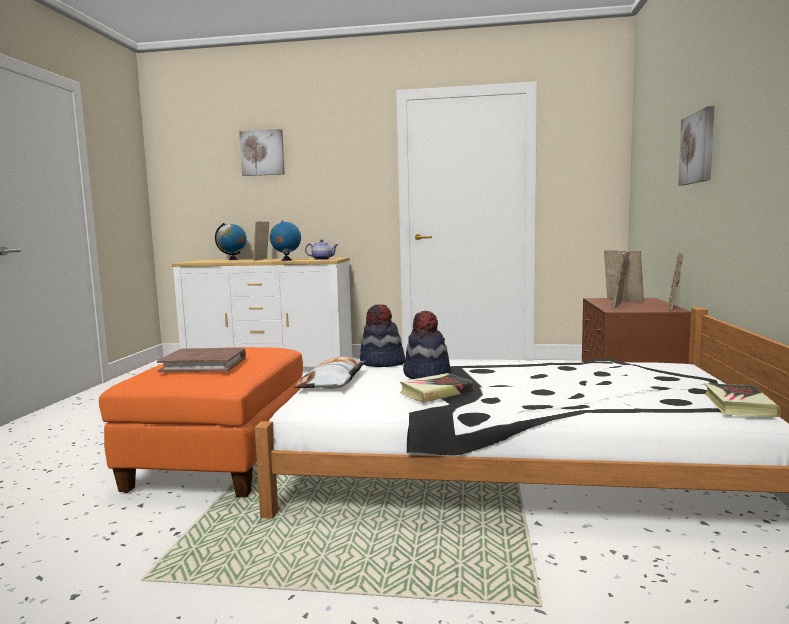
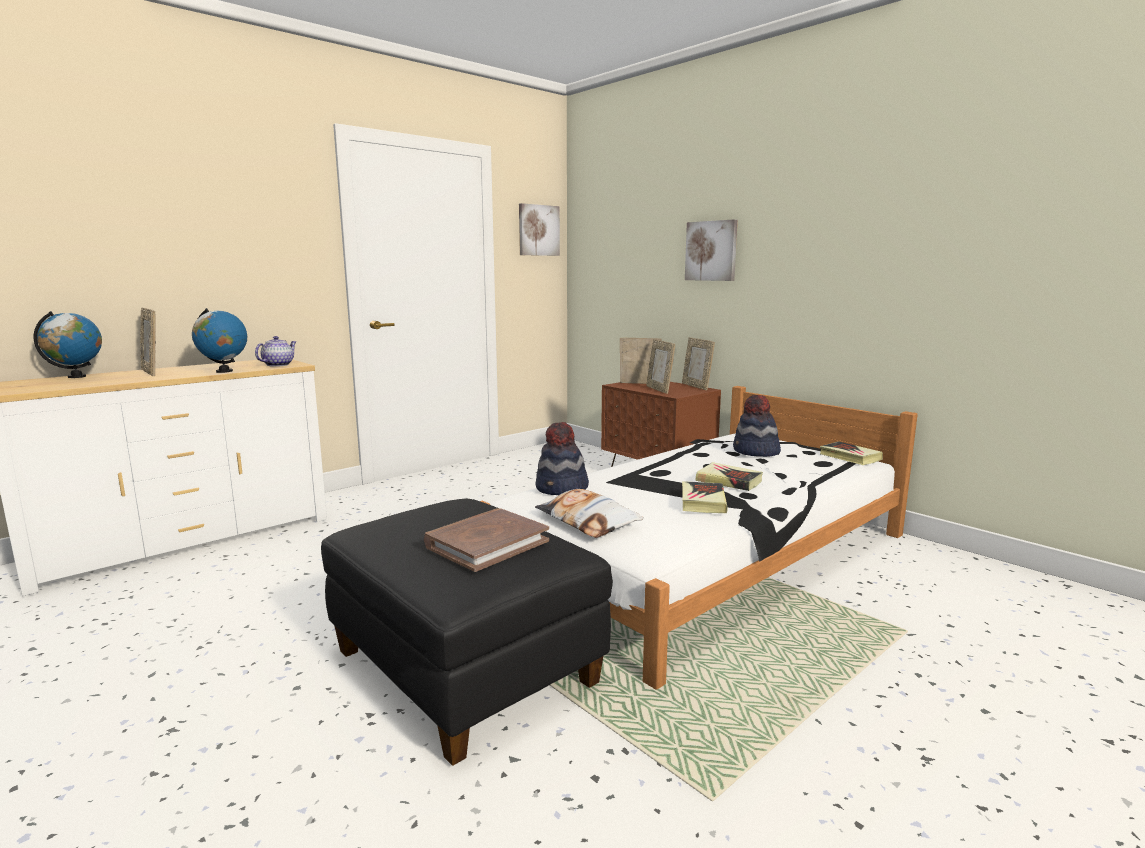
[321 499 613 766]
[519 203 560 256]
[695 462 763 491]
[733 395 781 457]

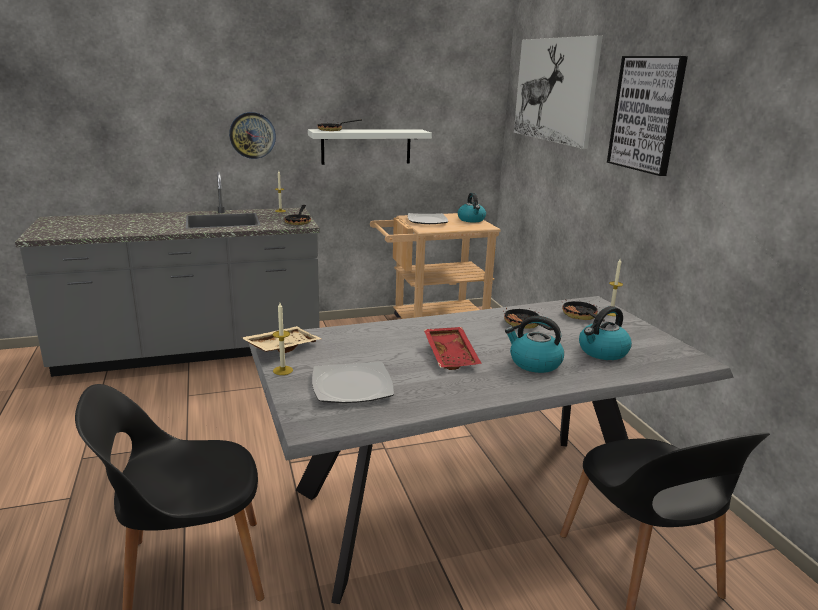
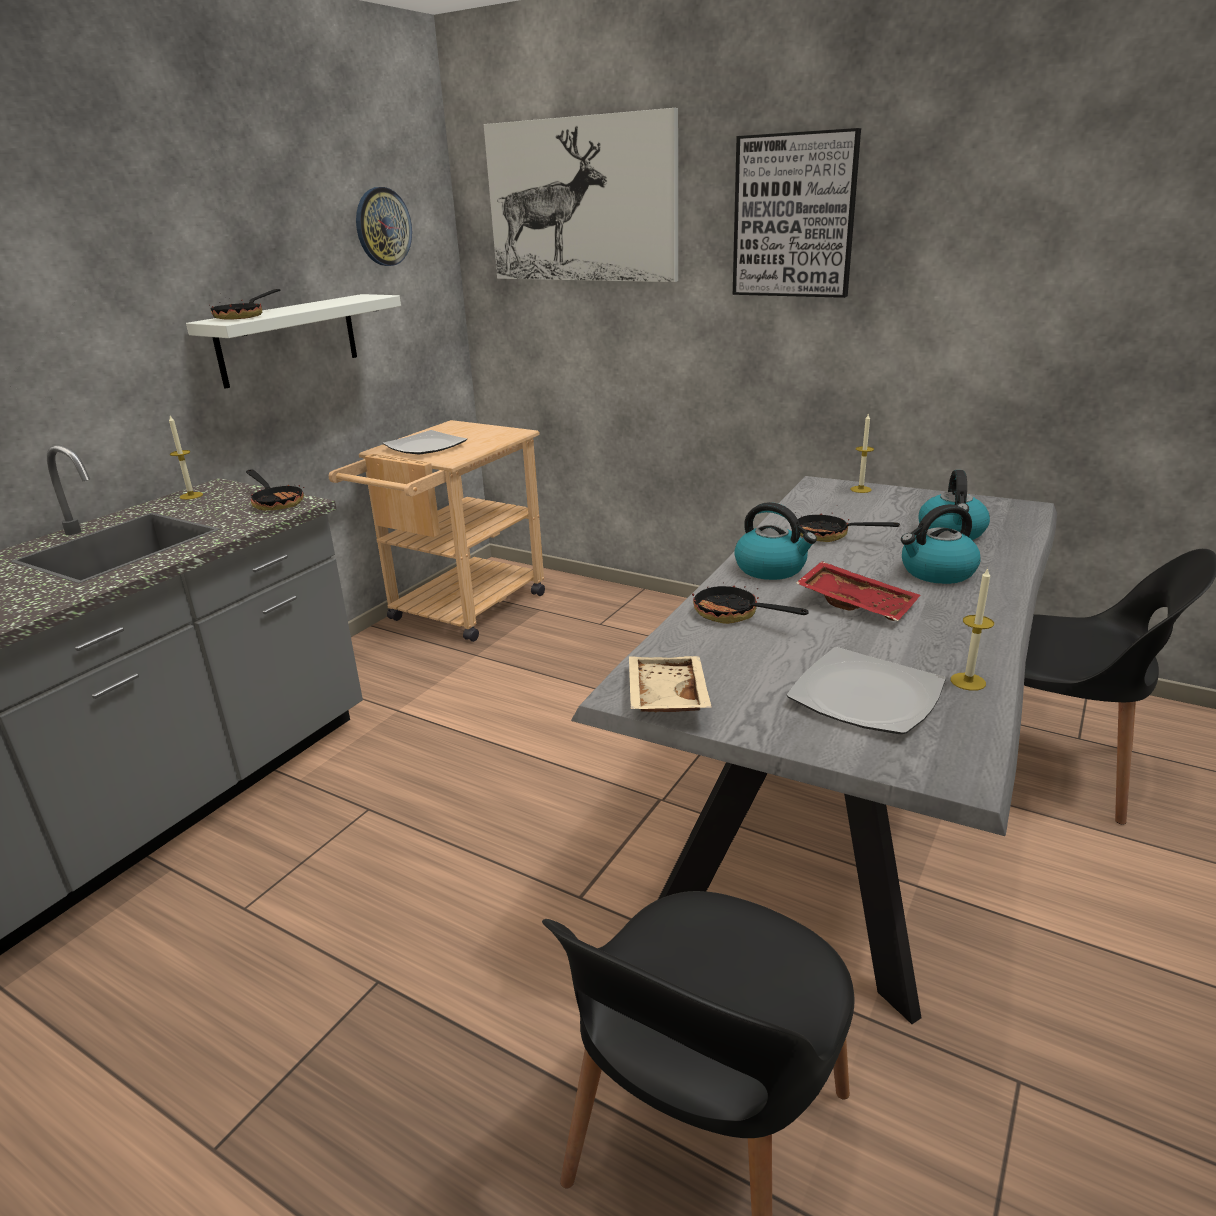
[356 187 412 266]
[692 586 809 624]
[734 502 817 580]
[951 568 994 691]

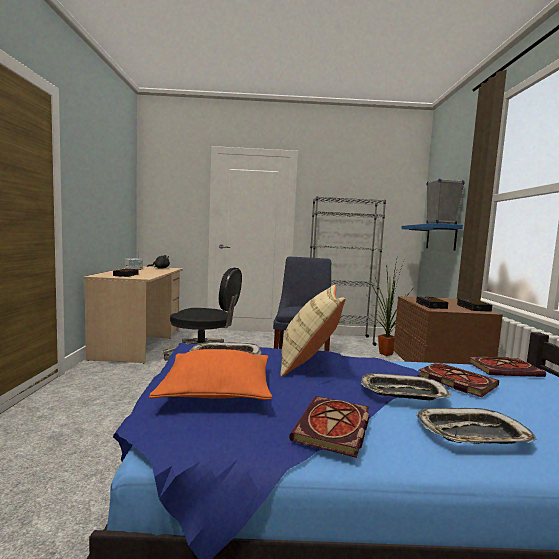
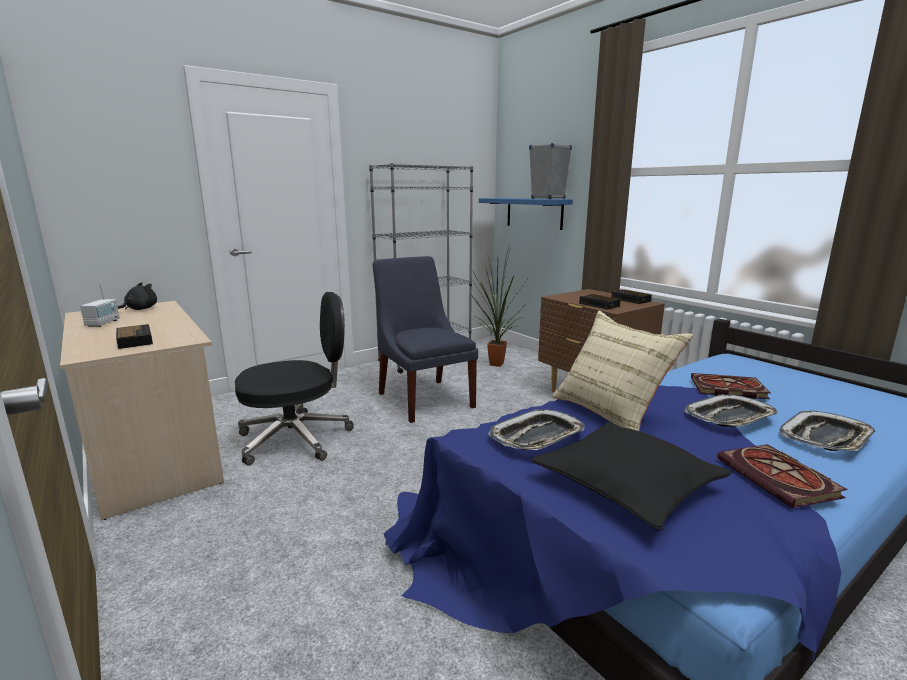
[531 422 732 531]
[468 356 546 377] (first image)

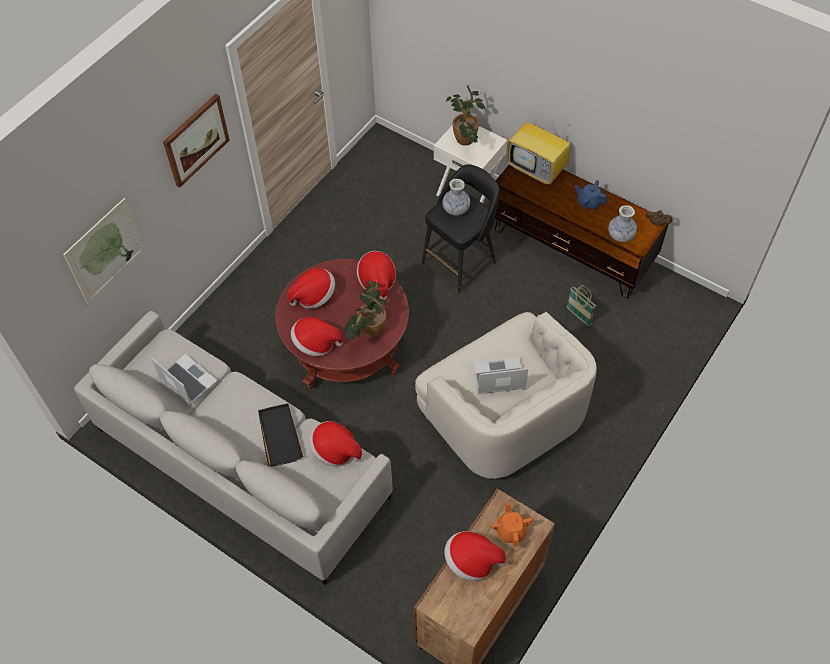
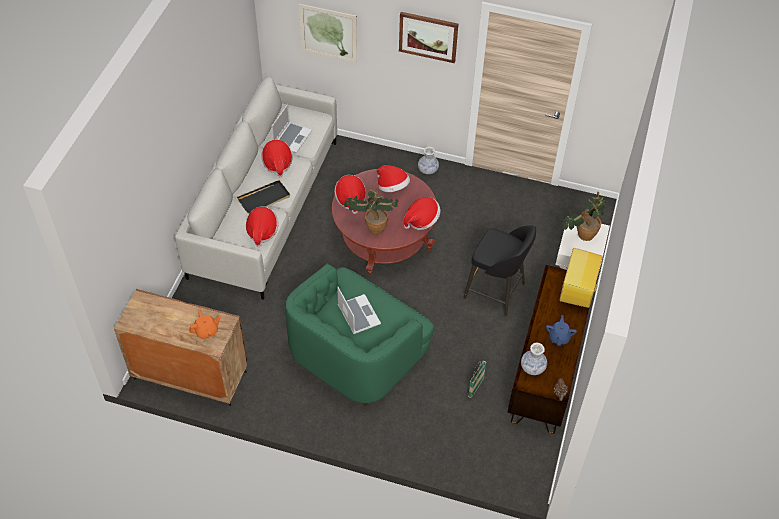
[261 139 293 178]
[285 263 434 406]
[418 147 439 174]

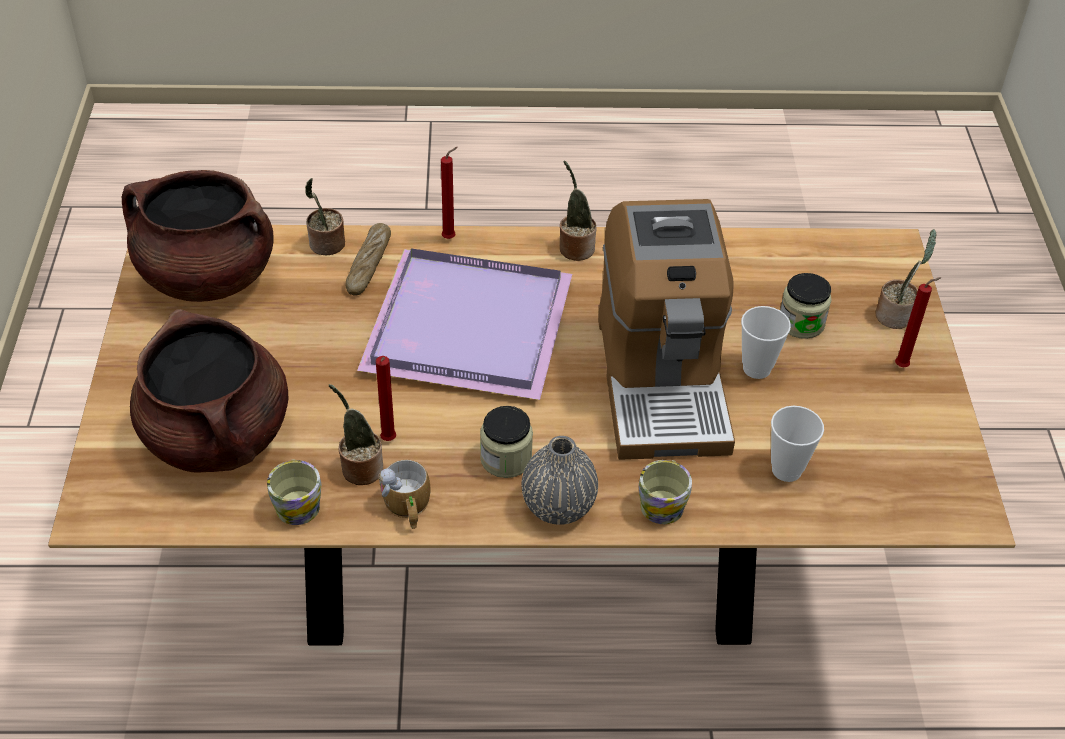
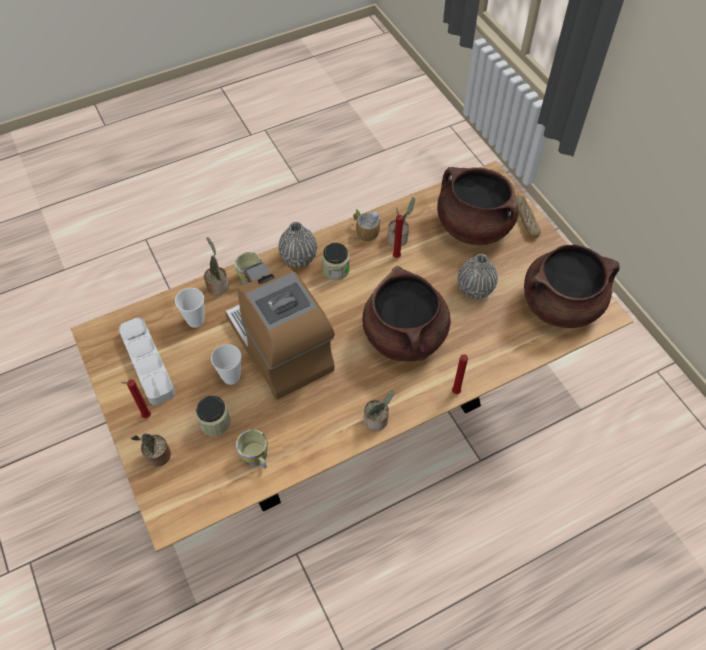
[119 318 175 405]
[204 237 229 296]
[236 429 268 469]
[362 266 451 361]
[458 254 498 299]
[515 195 541 238]

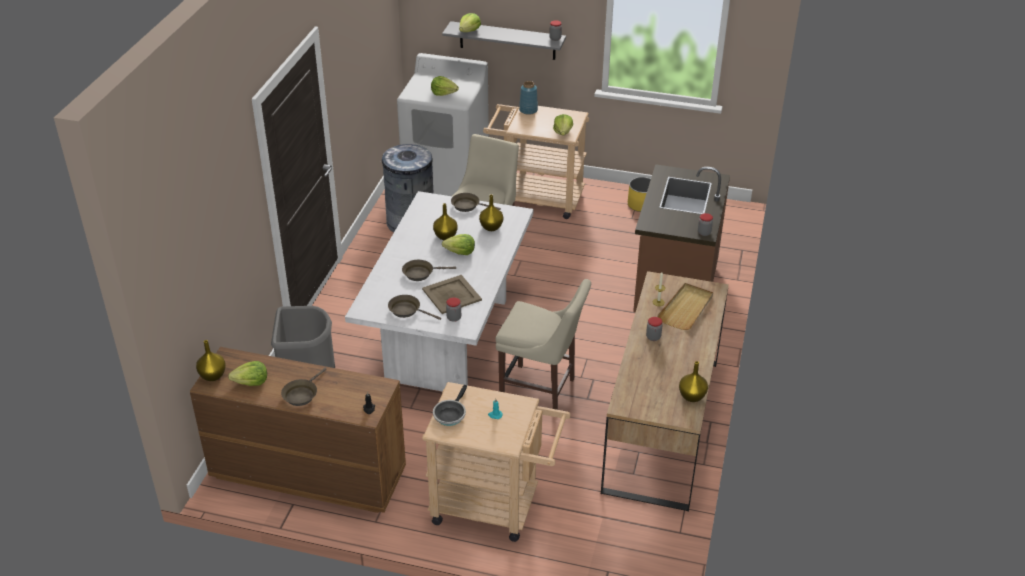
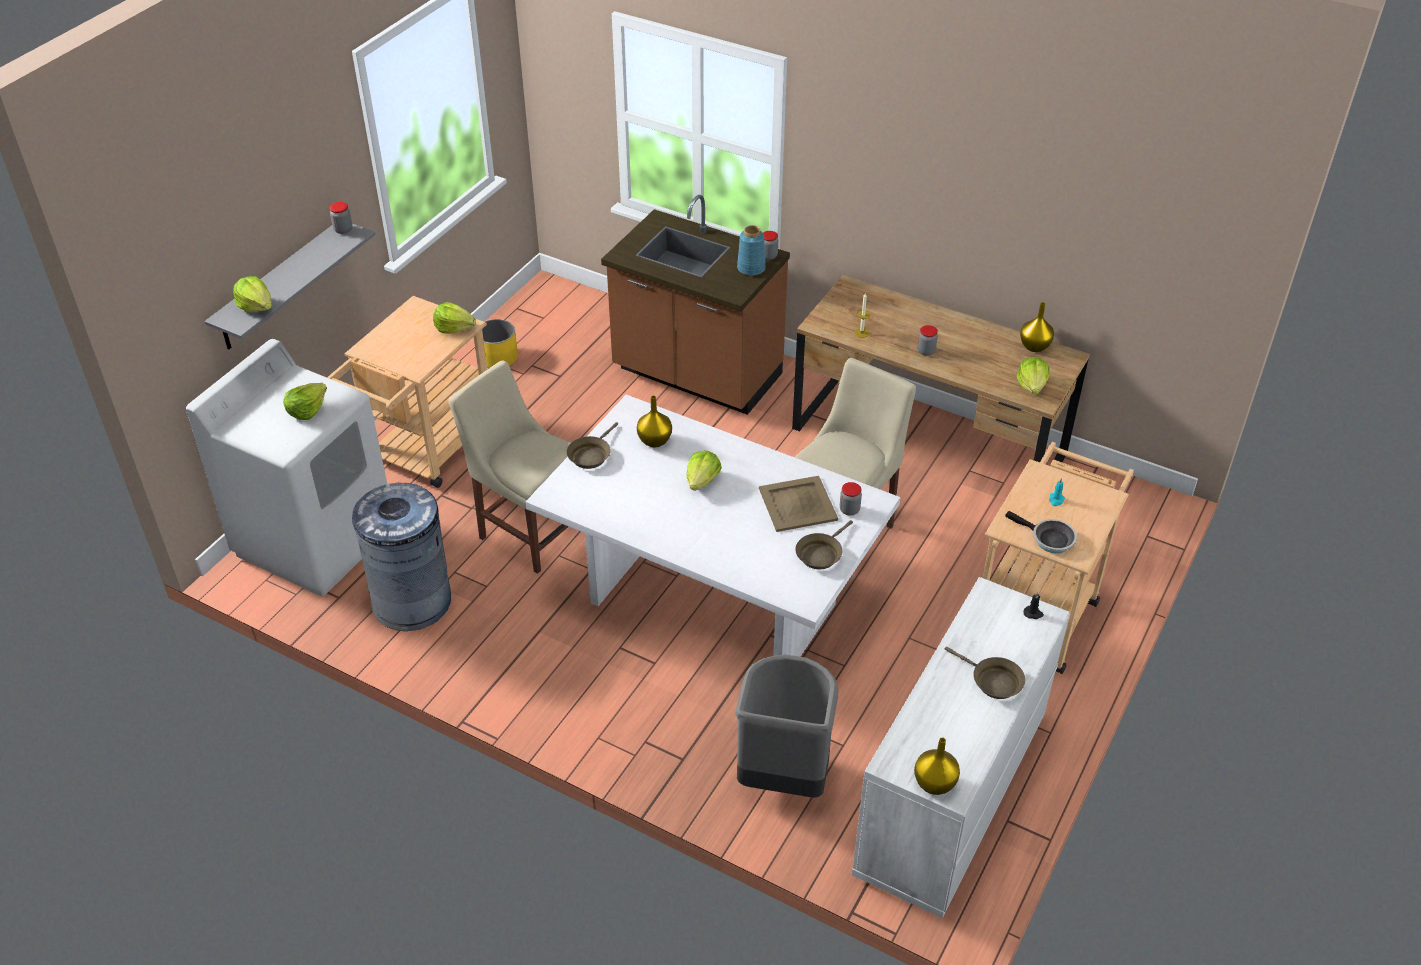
[737 225 766 276]
[852 577 1070 918]
[1017 357 1049 394]
[402 260 456 281] (first image)
[433 203 457 240] (first image)
[657 283 713 330] (first image)

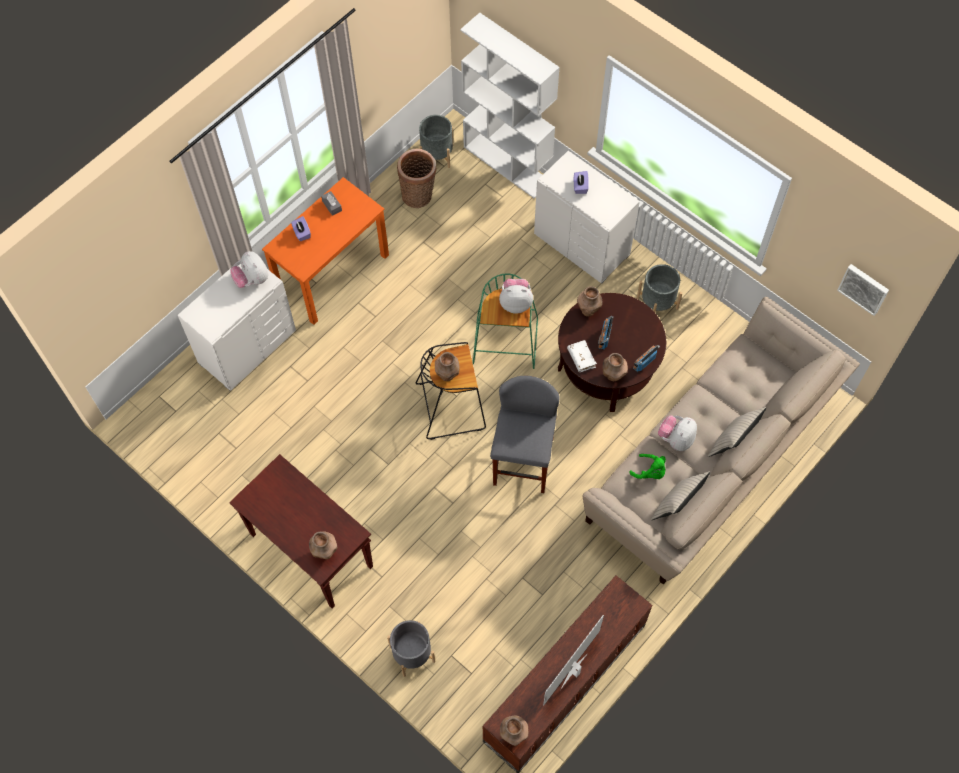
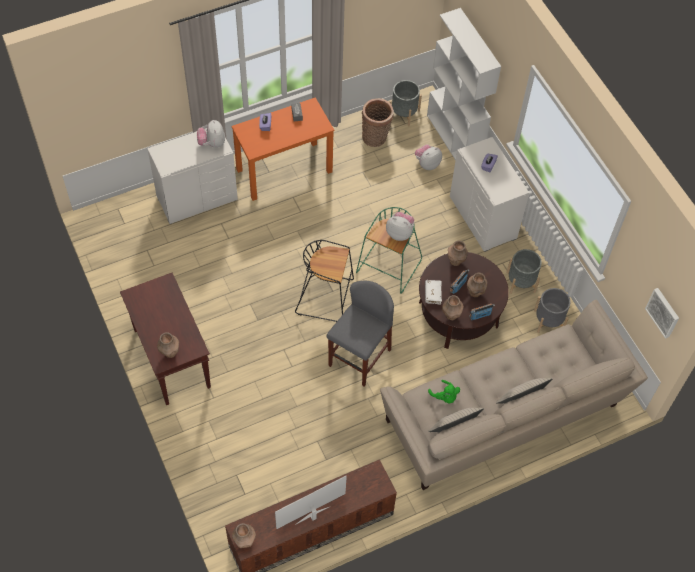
[415 144 442 170]
[467 273 488 297]
[534 288 571 333]

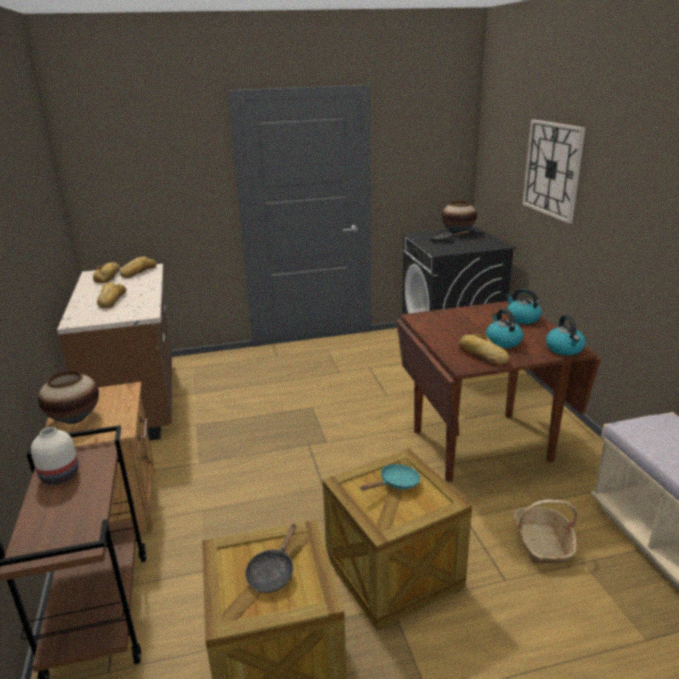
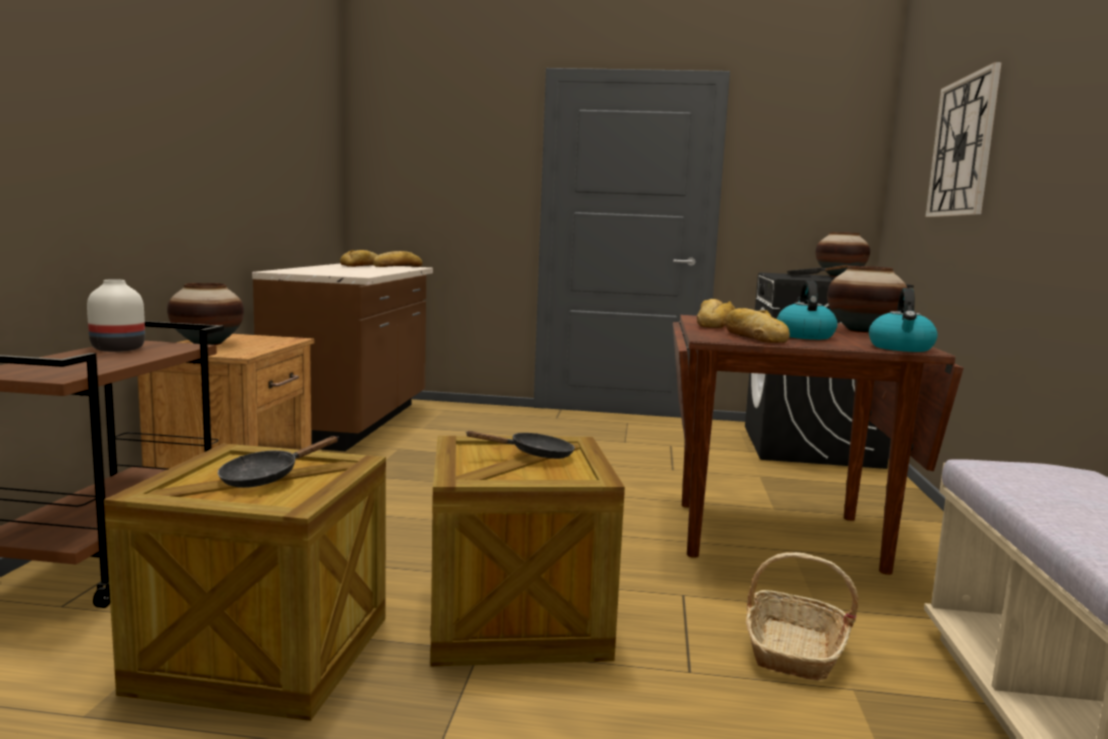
[465 431 575 459]
[697 299 736 328]
[827 266 907 333]

